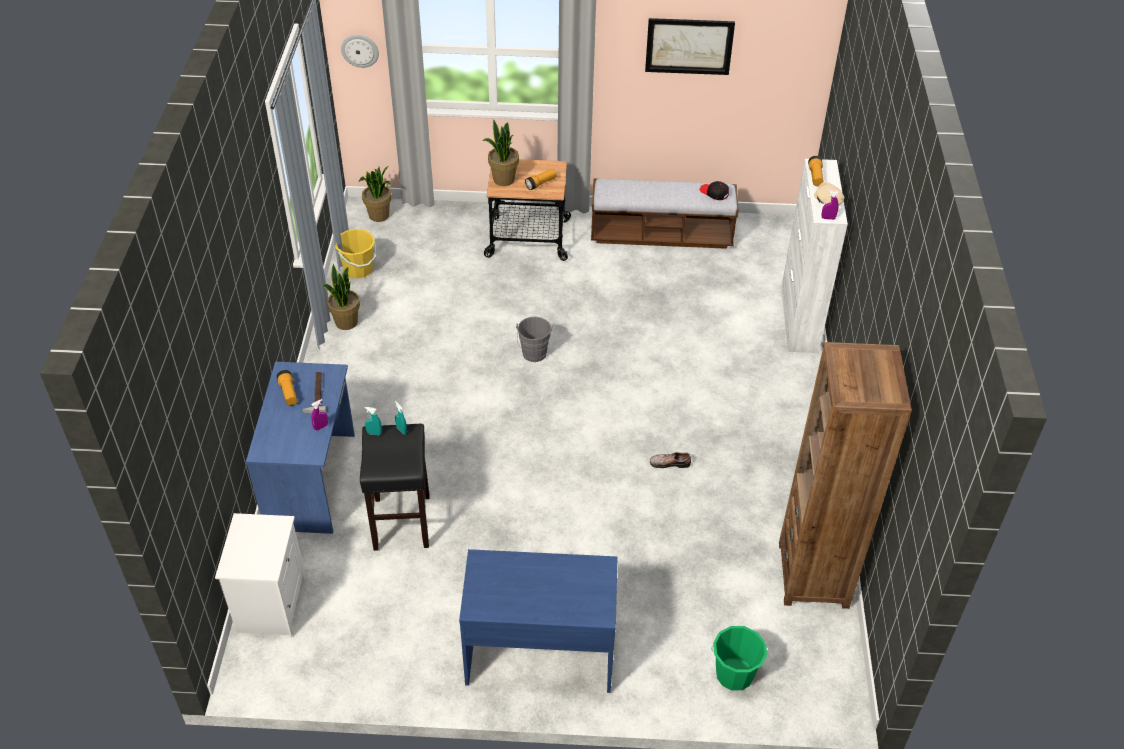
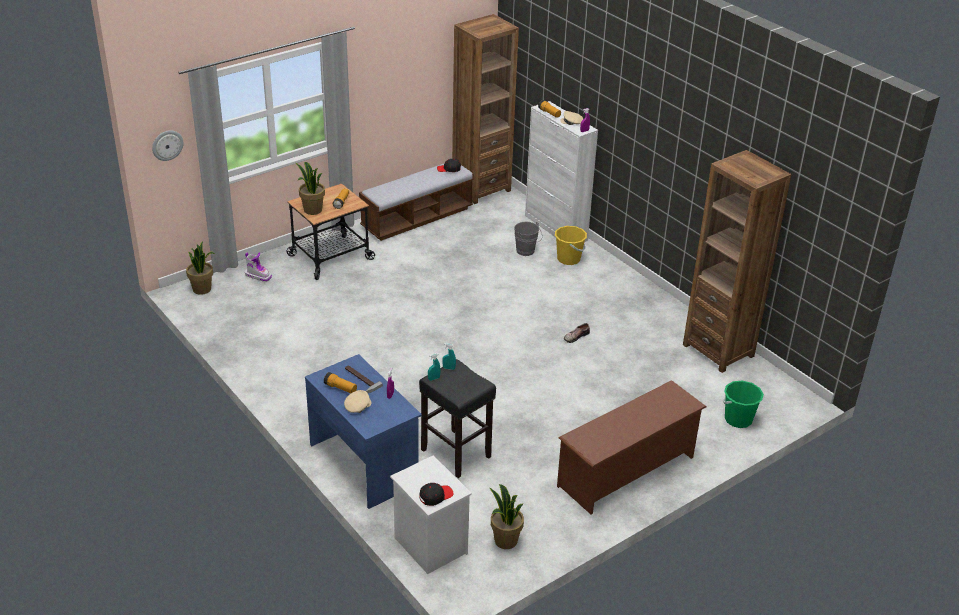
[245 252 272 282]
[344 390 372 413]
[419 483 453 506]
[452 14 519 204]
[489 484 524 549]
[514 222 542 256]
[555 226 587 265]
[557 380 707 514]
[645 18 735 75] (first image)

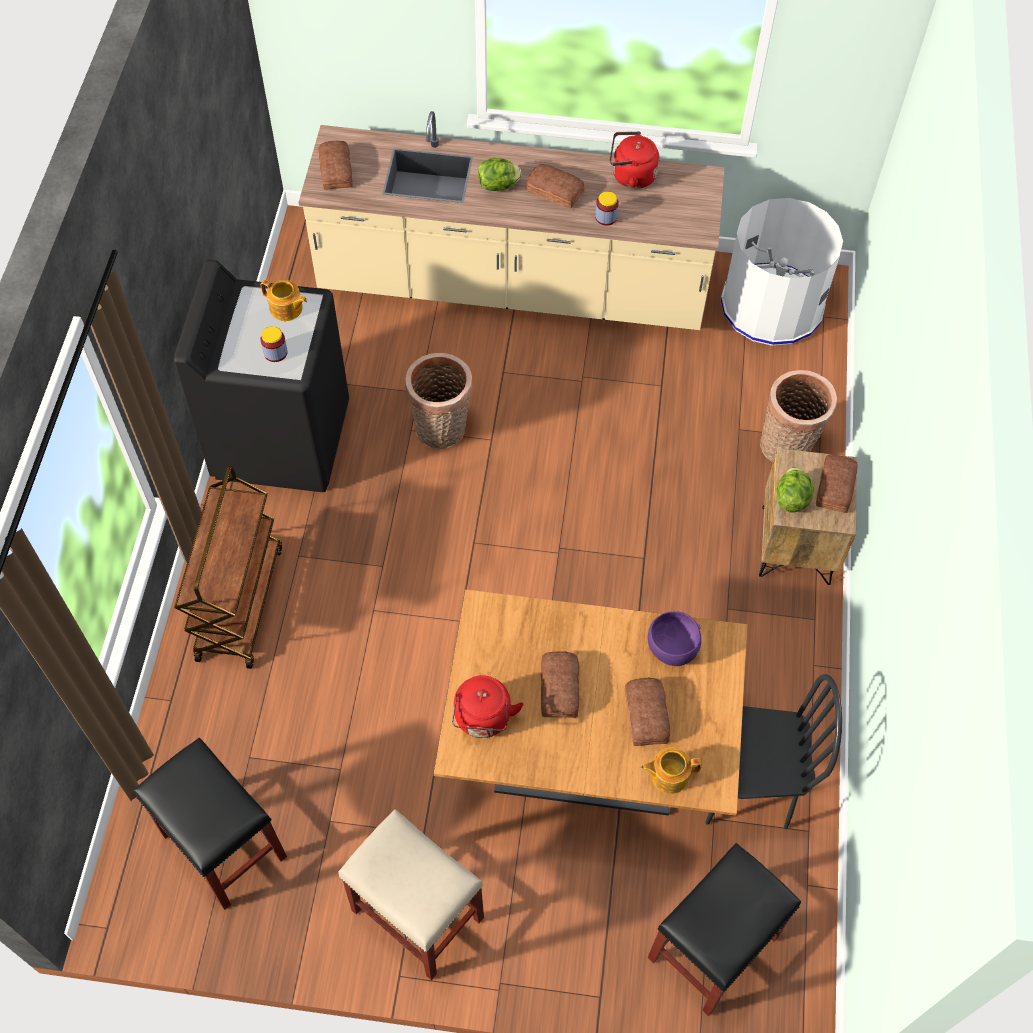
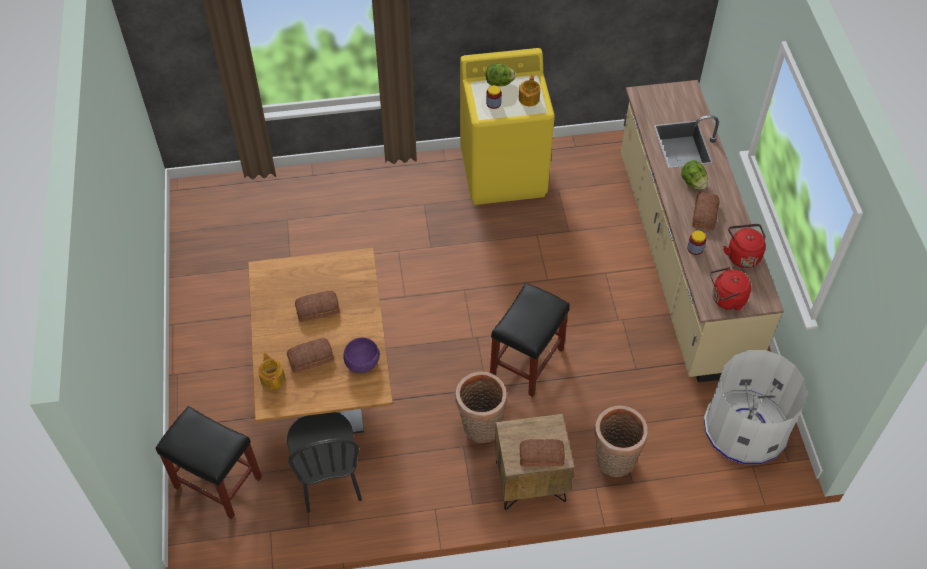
[456 372 507 443]
[460 48 555 205]
[486 64 516 86]
[490 283 570 397]
[710 267 751 310]
[175 465 282 669] (first image)
[318 140 353 190] (first image)
[339 809 484 980] (first image)

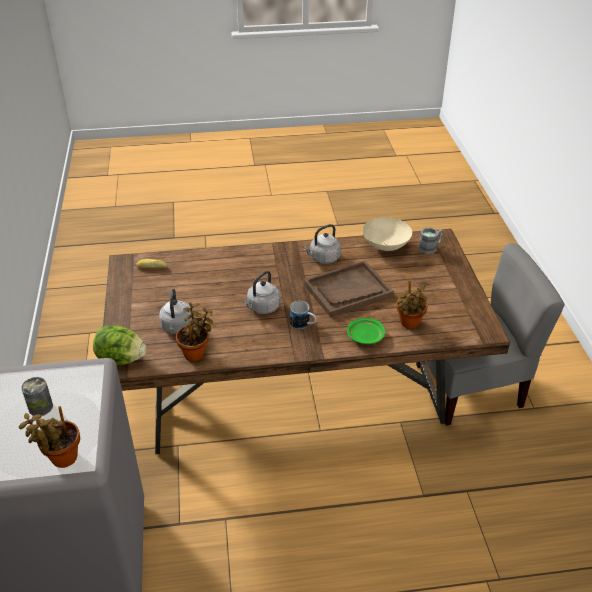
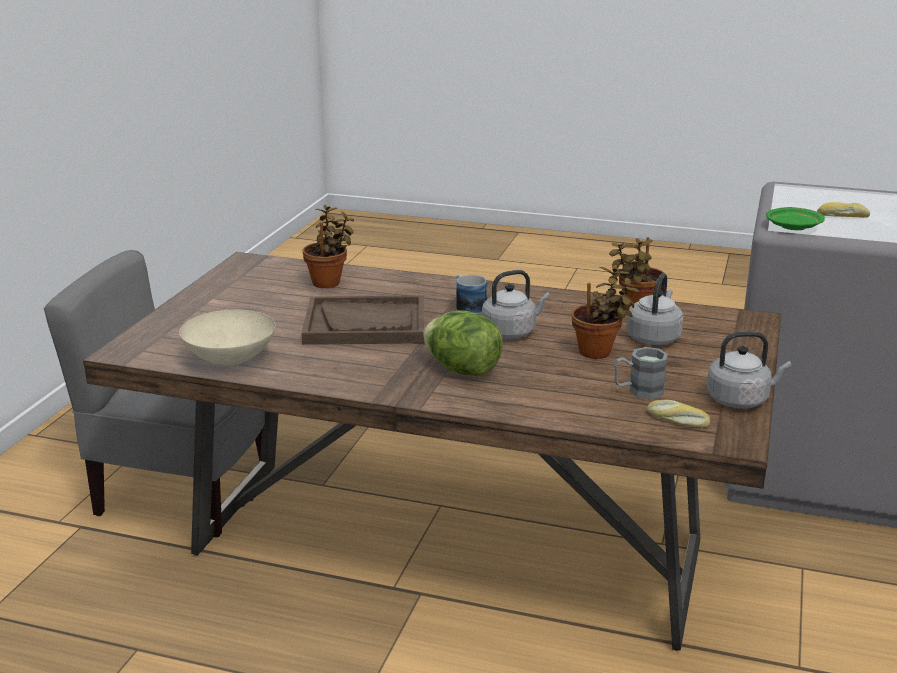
[423 310 503 376]
[572 265 640 359]
[615 347 668 399]
[706 331 791 408]
[766 207 825 230]
[817 202 870 218]

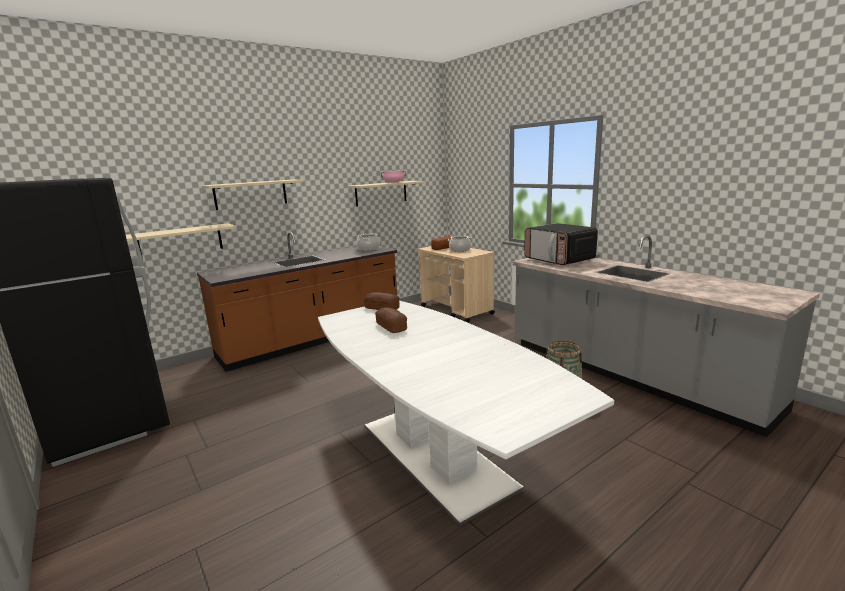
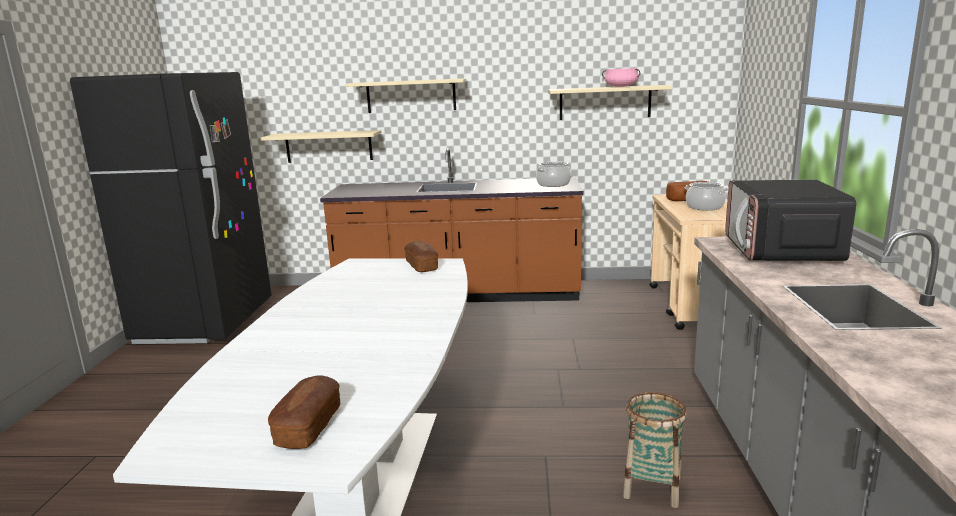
[268 375 340 449]

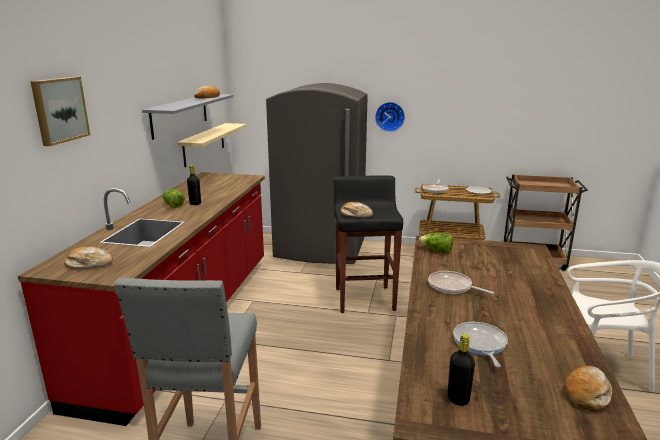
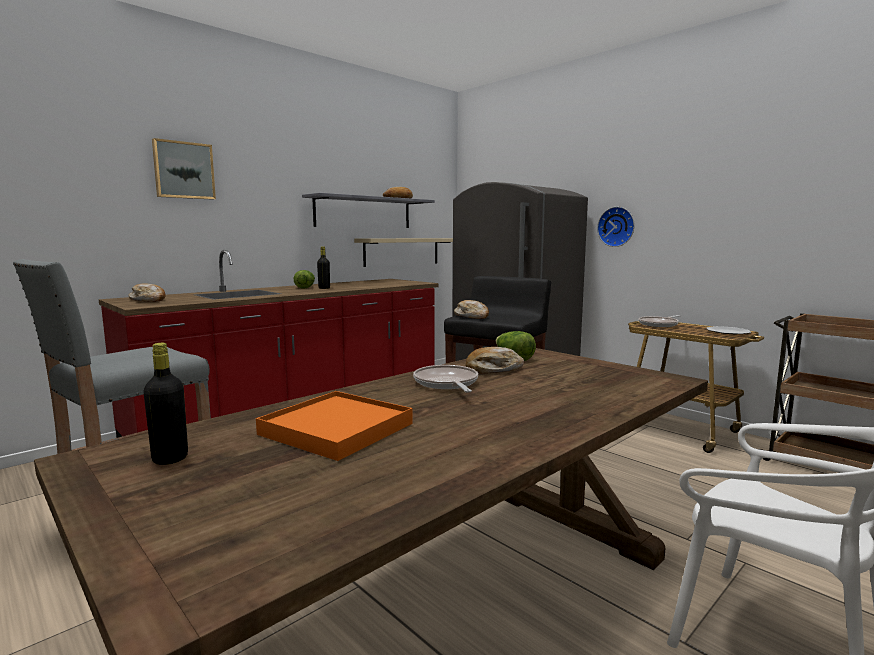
[256 391 413 461]
[465 347 524 374]

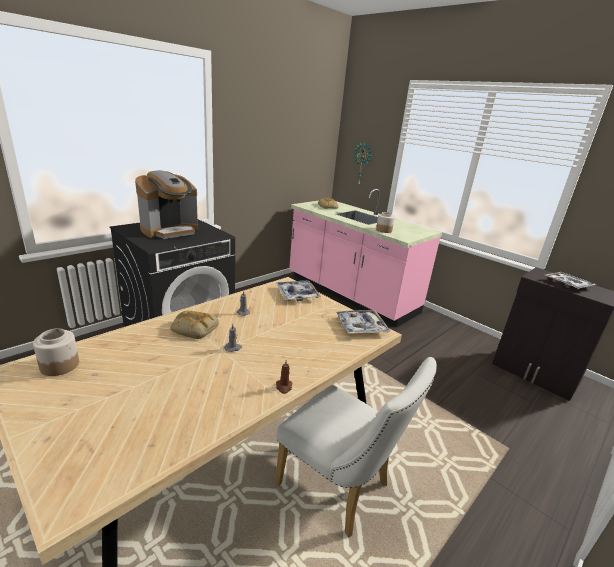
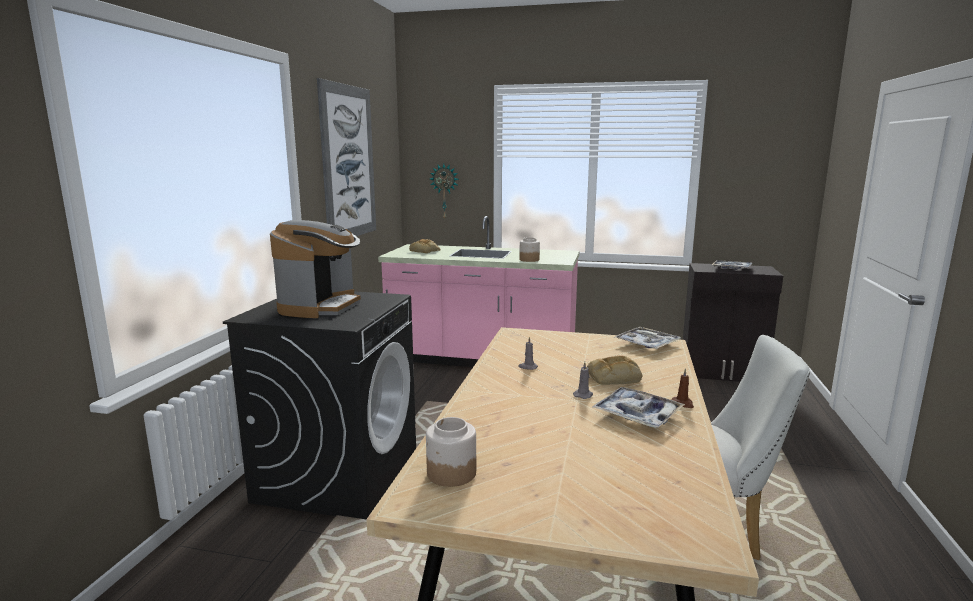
[317 78 376 236]
[587 355 642 385]
[592 387 685 428]

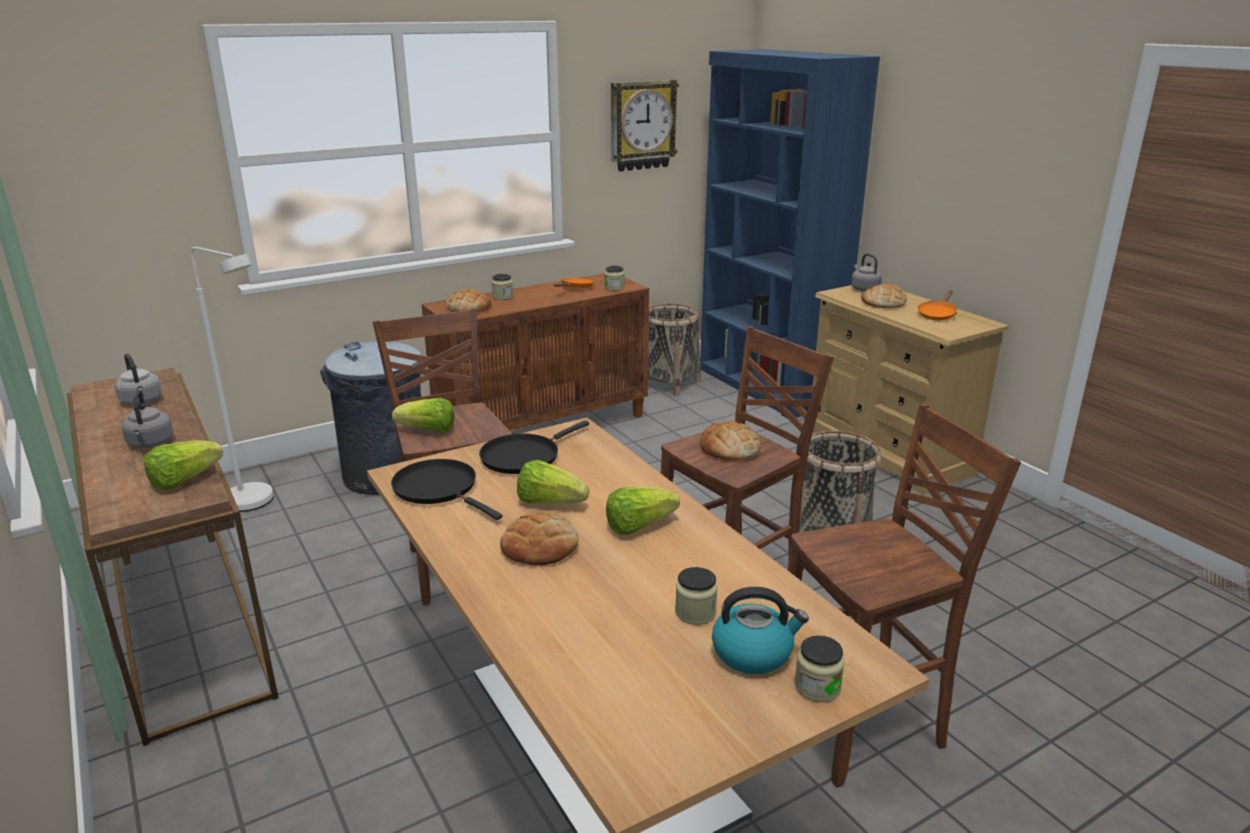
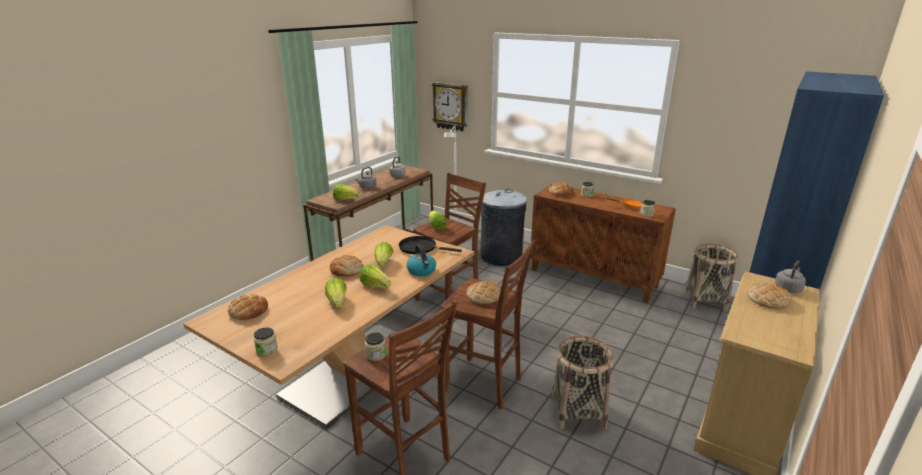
[228 294 268 320]
[325 278 347 308]
[365 332 386 361]
[406 244 436 276]
[432 82 468 131]
[391 459 502 520] (first image)
[918 291 957 320] (first image)

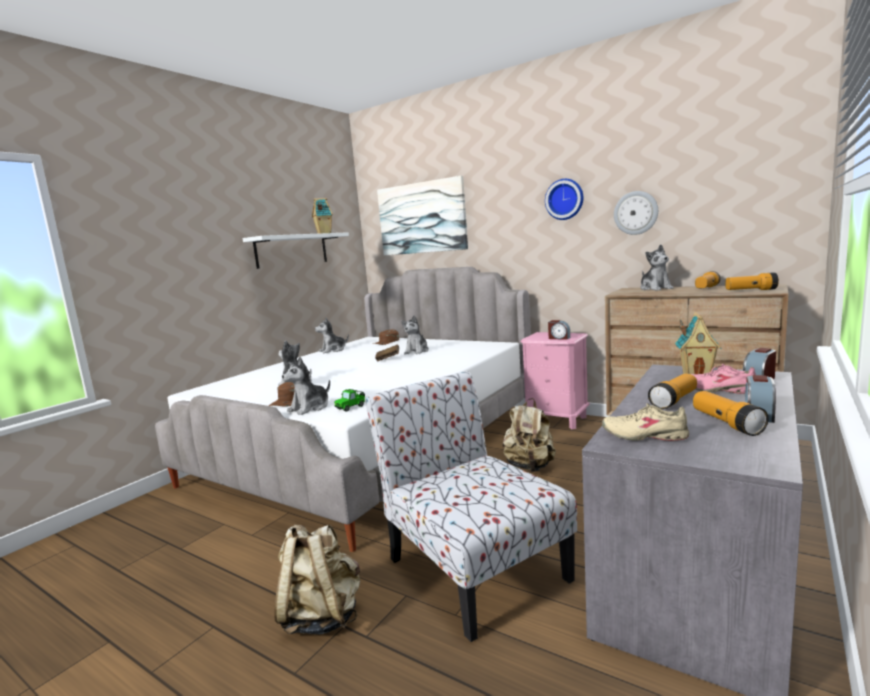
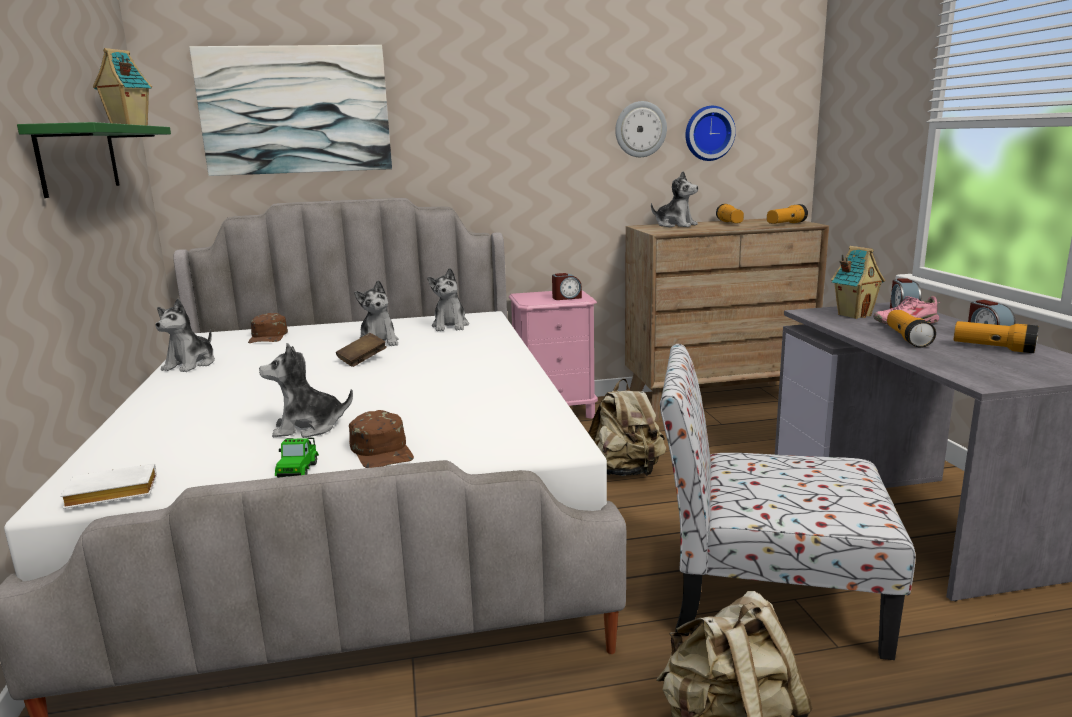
[17 122 171 198]
[60 464 157 509]
[275 438 319 478]
[427 268 469 331]
[685 106 736 161]
[602 403 689 441] (first image)

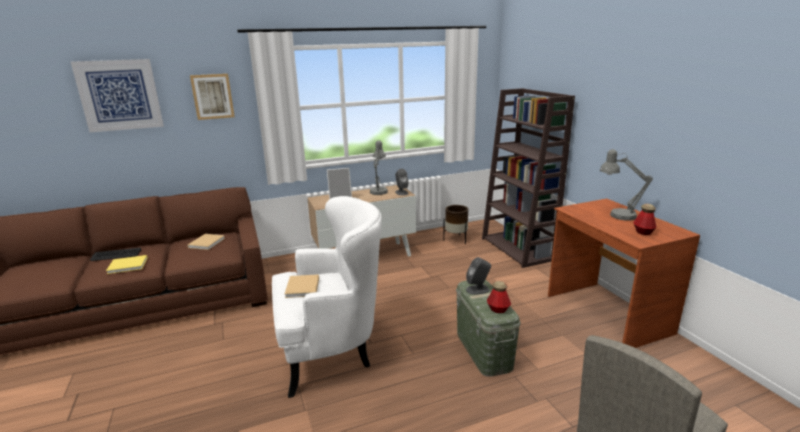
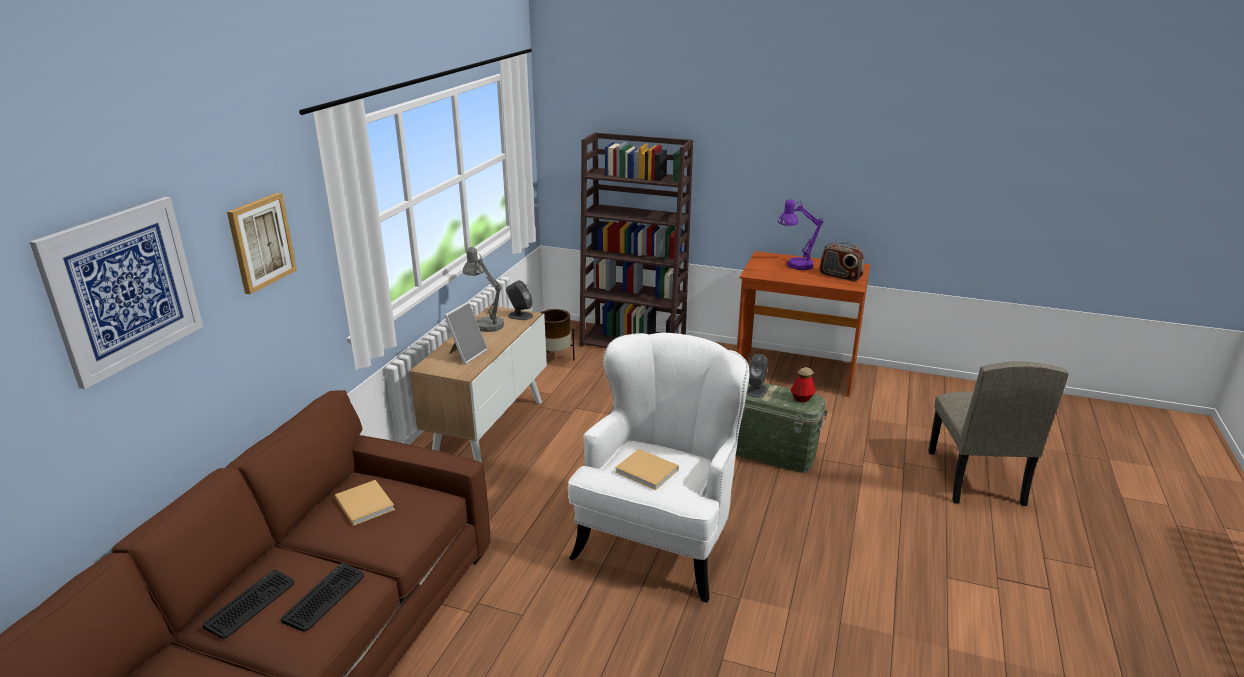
[281 563 364 632]
[778 199 824 270]
[819 243 864 281]

